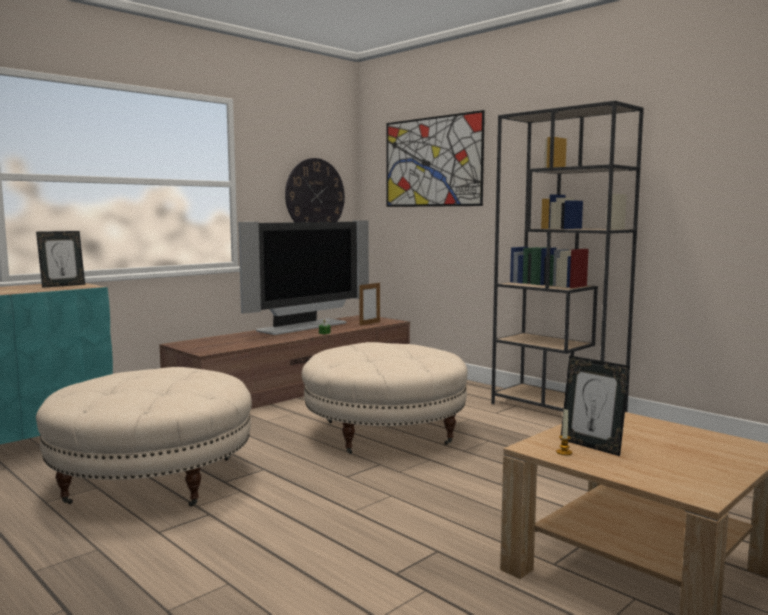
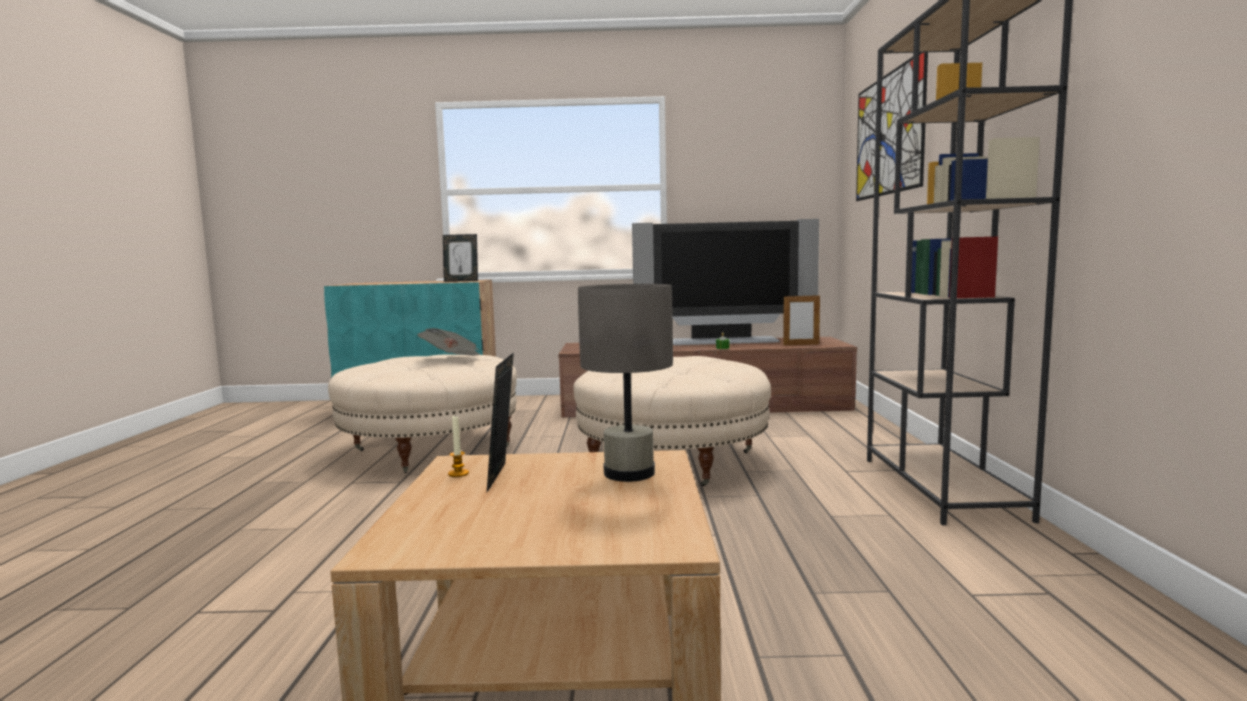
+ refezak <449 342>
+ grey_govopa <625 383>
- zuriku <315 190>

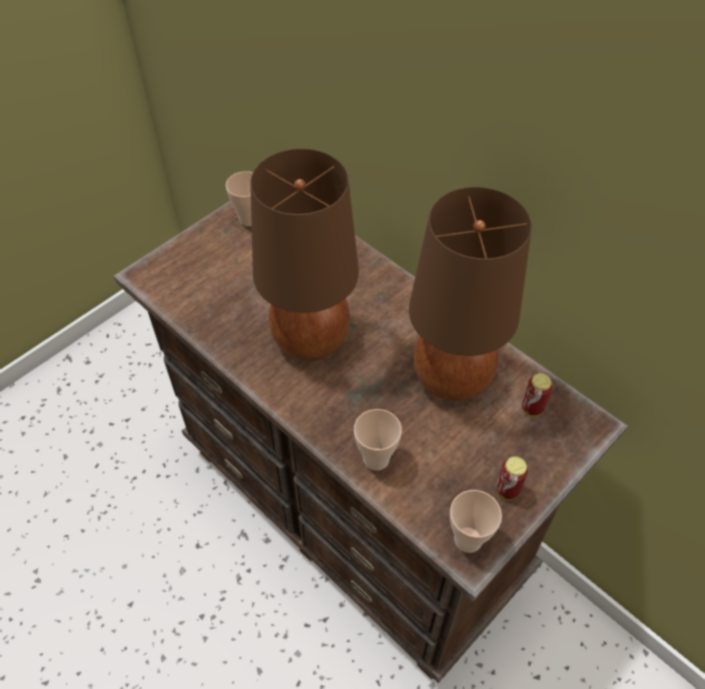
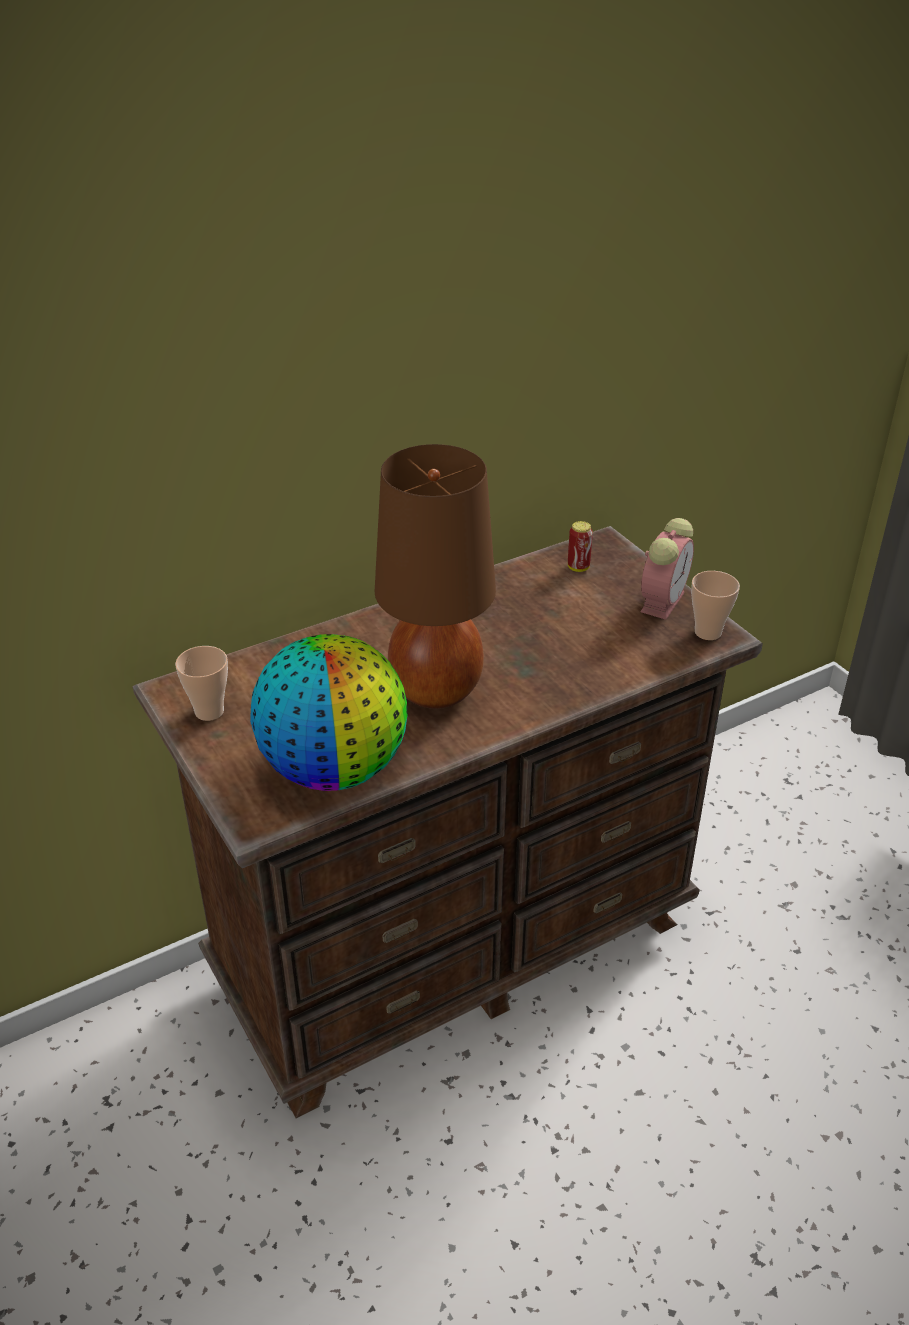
+ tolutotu <328 712>
~ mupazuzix <512 478> to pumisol <667 569>
- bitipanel <378 440>
- brown_govopa <470 294>

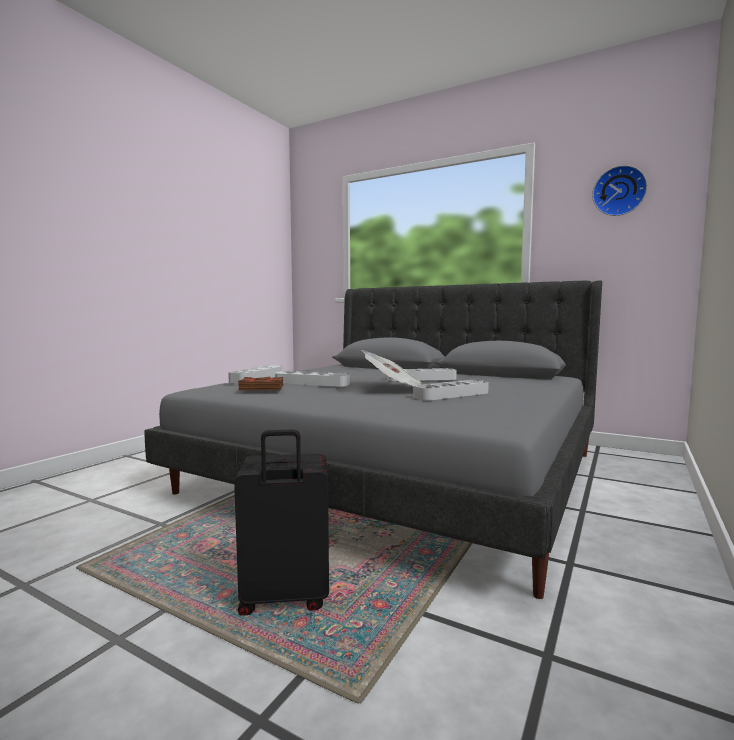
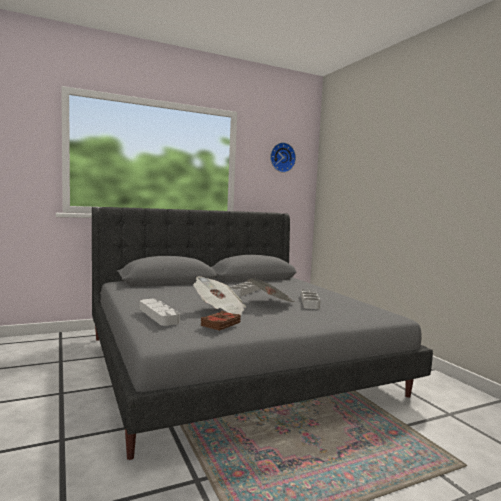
~ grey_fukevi <312 379> to refezak <219 295>
- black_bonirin <281 522>

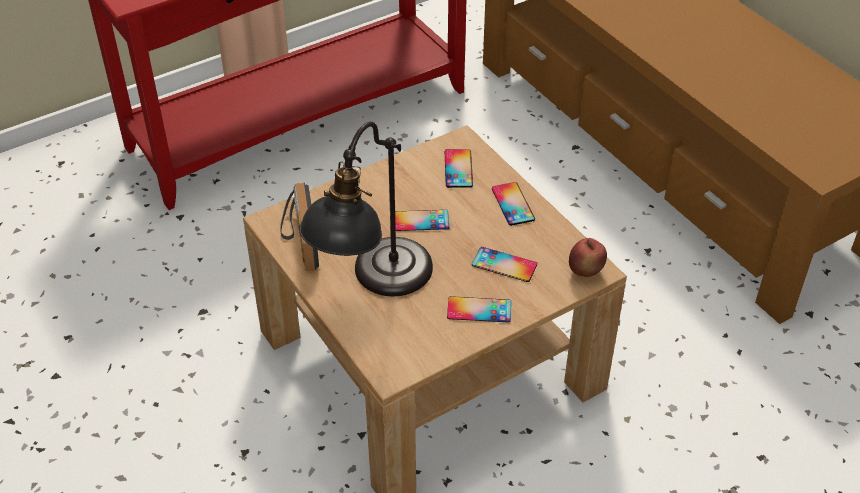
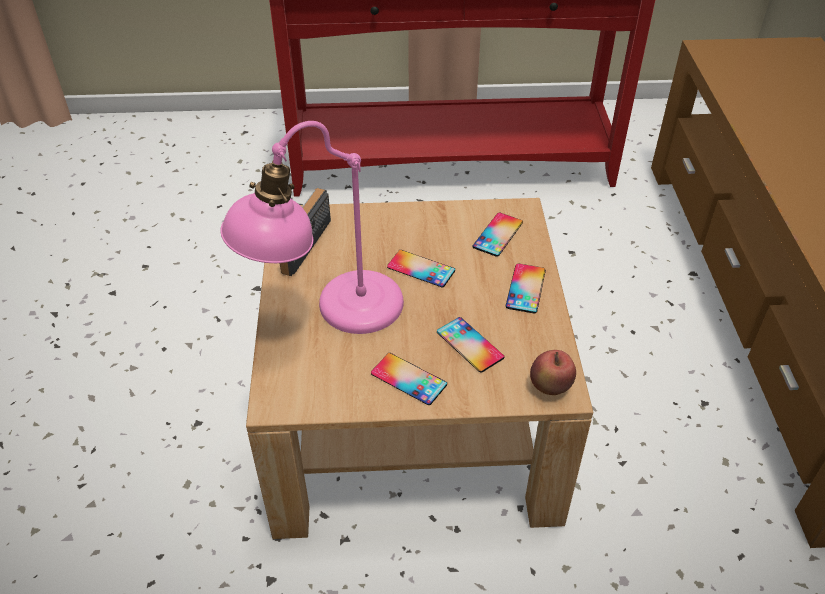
~ grey_govopa <366 209> to pink_govopa <312 227>

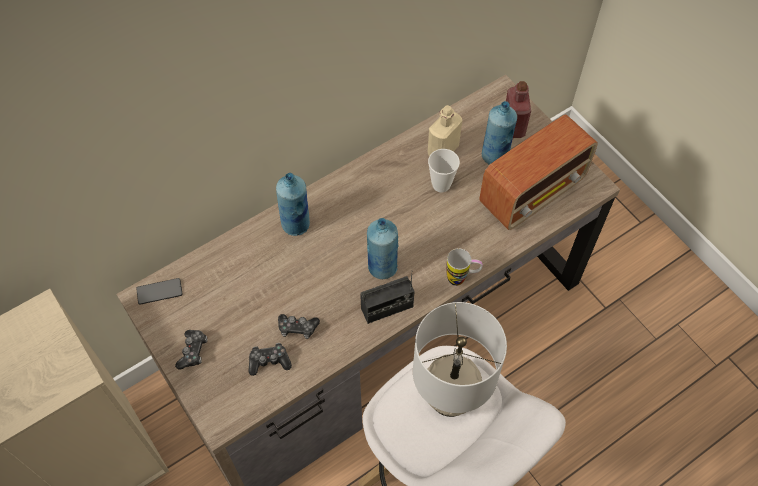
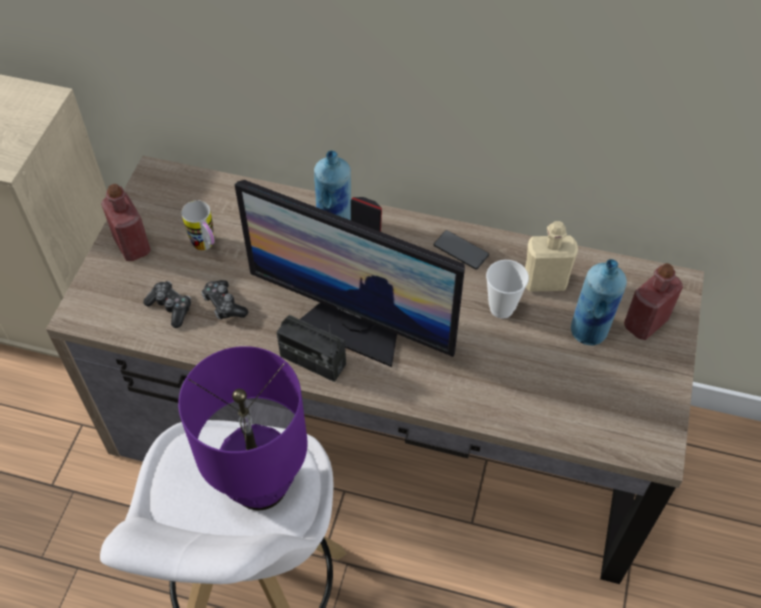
~ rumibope <191 350> to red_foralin <126 222>
~ white_govopa <460 359> to purple_govopa <243 428>
~ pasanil <464 267> to <198 225>
~ blue_foralin <383 248> to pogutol <350 273>
~ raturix <159 291> to <461 250>
- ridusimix <538 172>

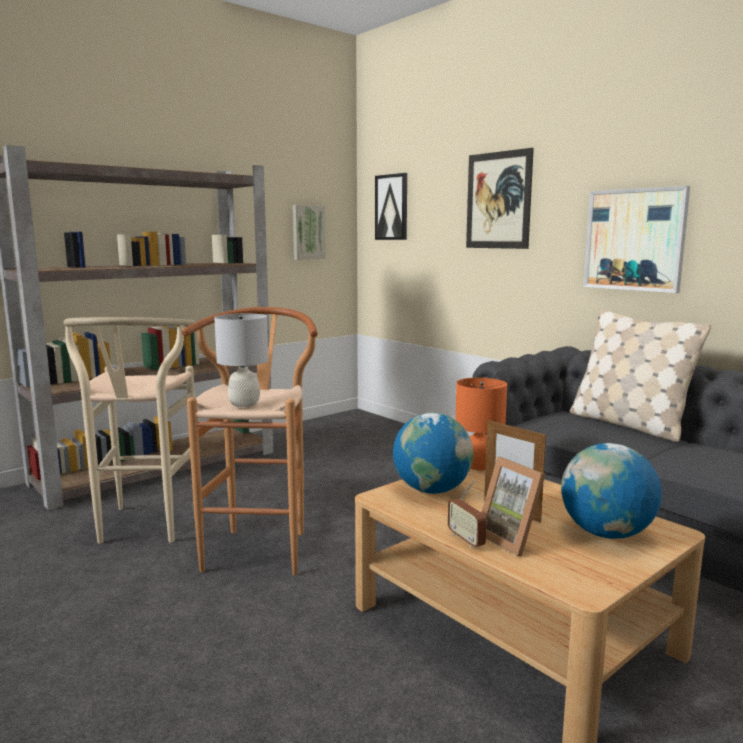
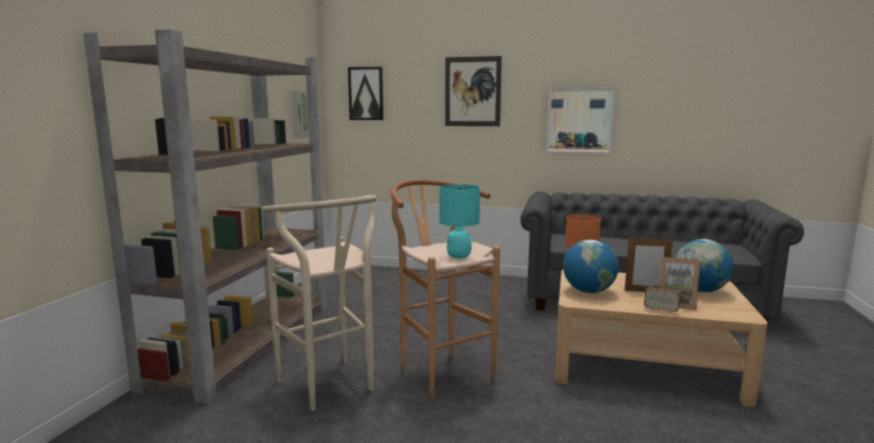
~ grey_govopa <241 360> to turquoise_govopa <459 221>
- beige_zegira <640 376>

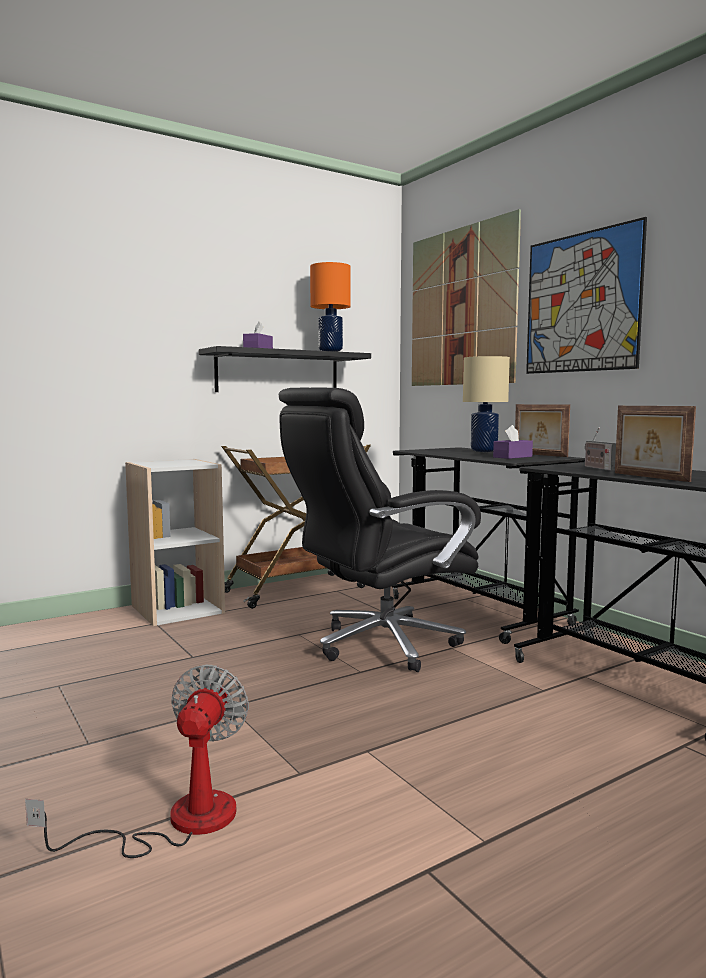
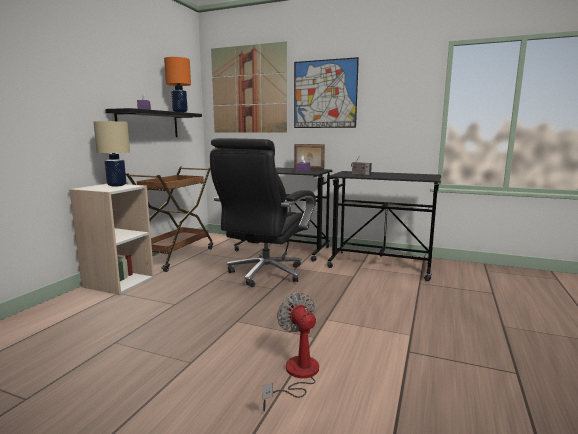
~ beige_govopa <486 404> to <111 154>
- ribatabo <655 444>

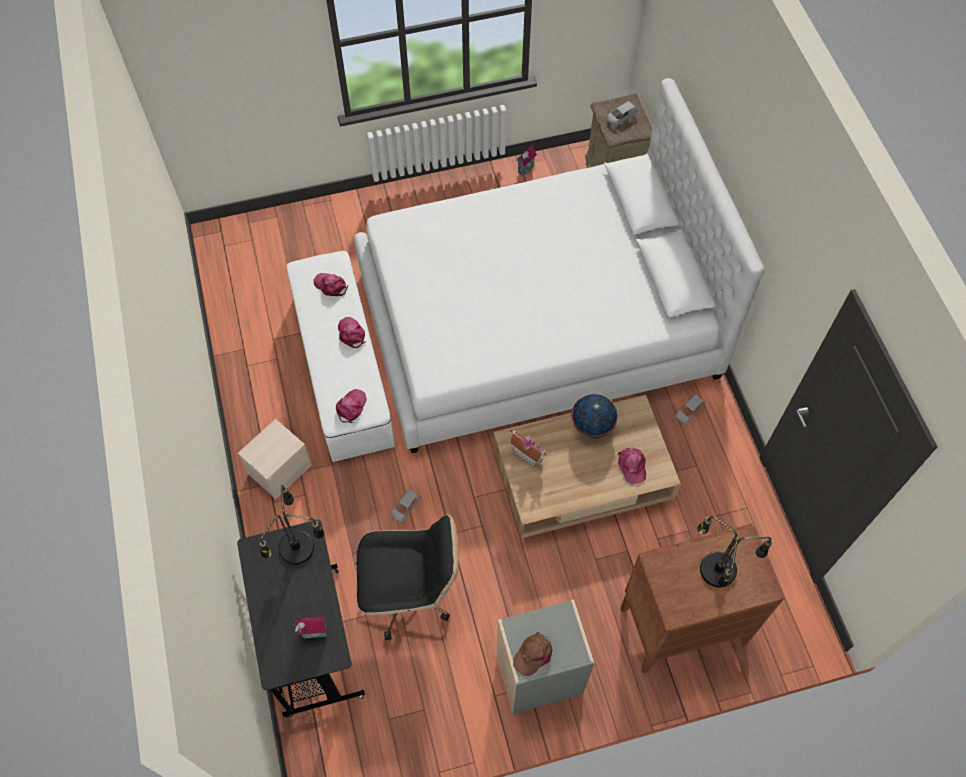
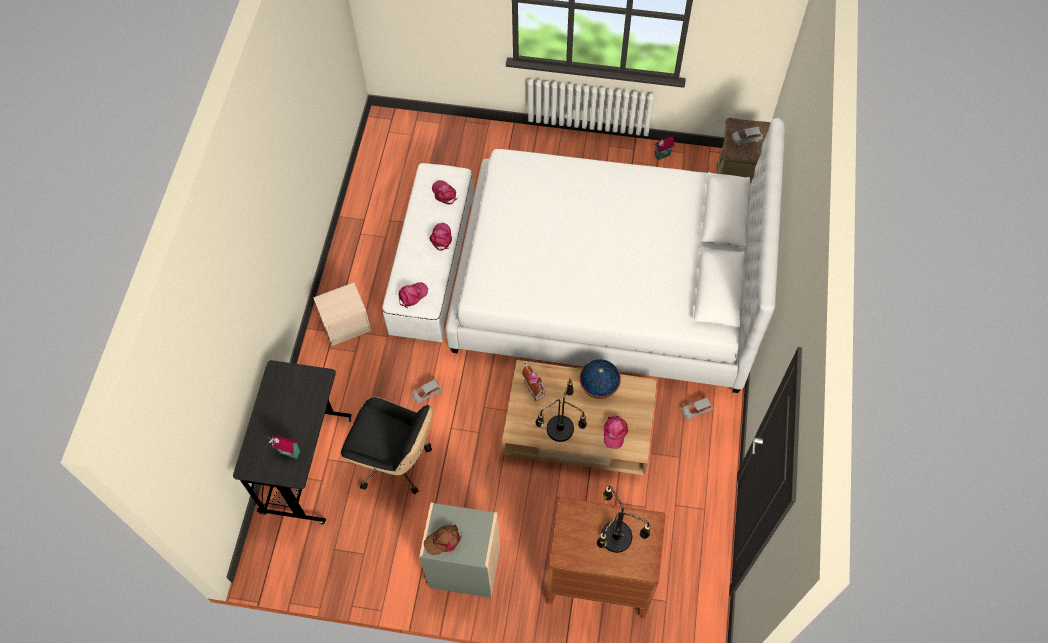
~ govopa <291 525> to <561 410>

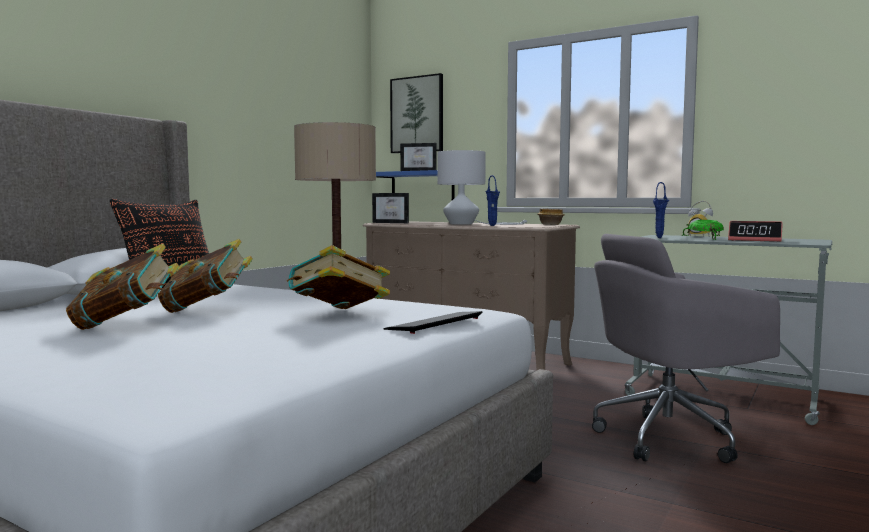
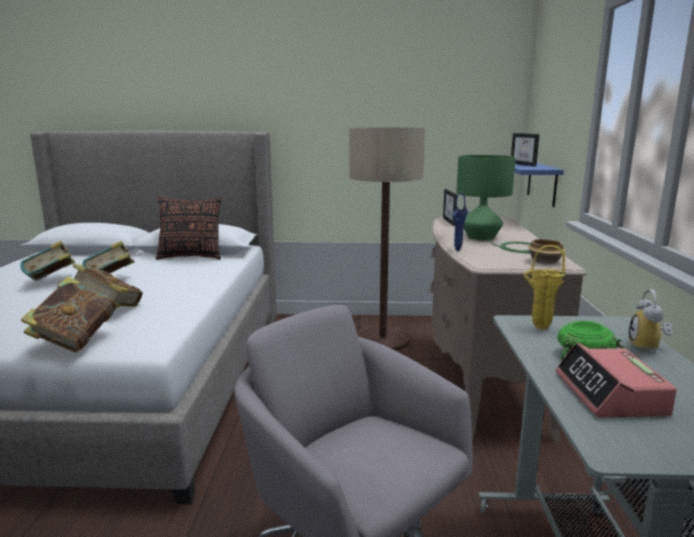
~ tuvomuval <433 322> to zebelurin <68 314>
~ white_govopa <482 187> to green_govopa <493 204>
~ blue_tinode <661 210> to yellow_tinode <544 287>
- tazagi <416 113>

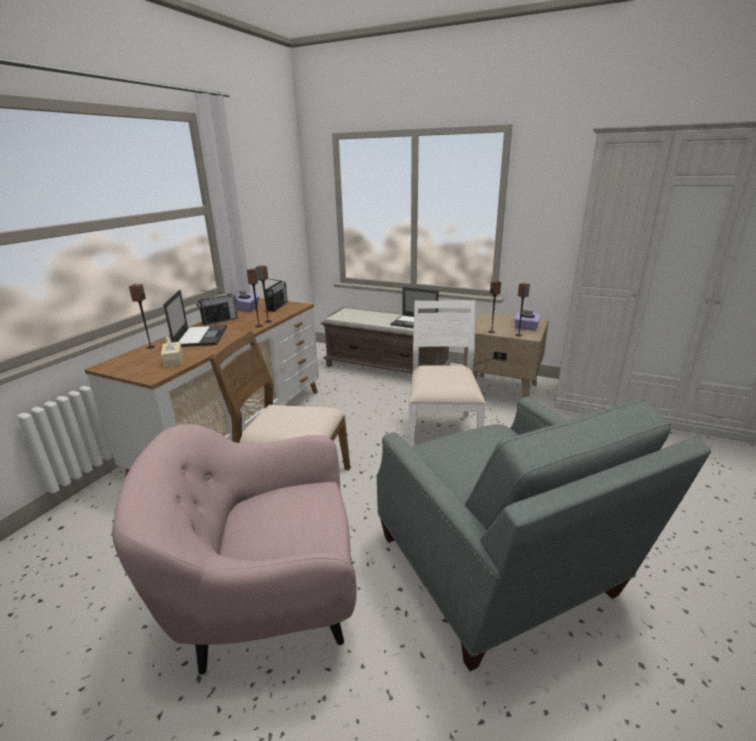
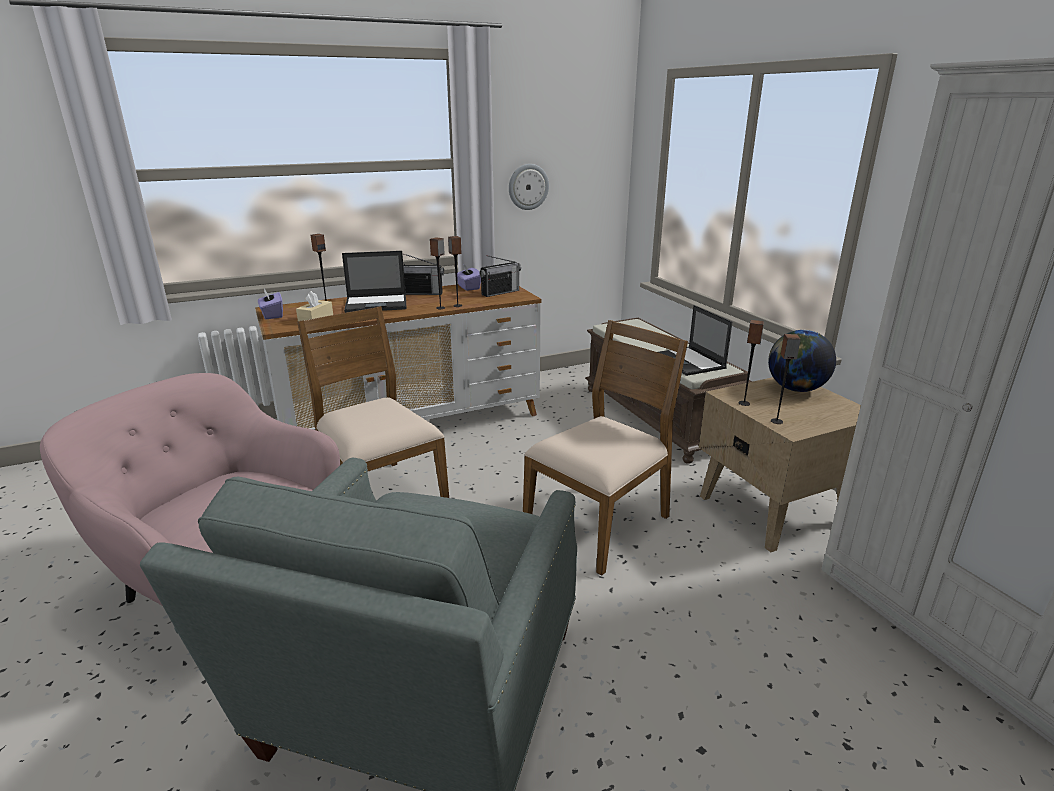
~ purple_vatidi <527 320> to <270 303>
~ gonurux <195 318> = <374 282> 45 degrees clockwise
+ zuriku <529 187>
~ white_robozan <447 373> to brown_robozan <605 448>
+ tolutotu <802 361>

